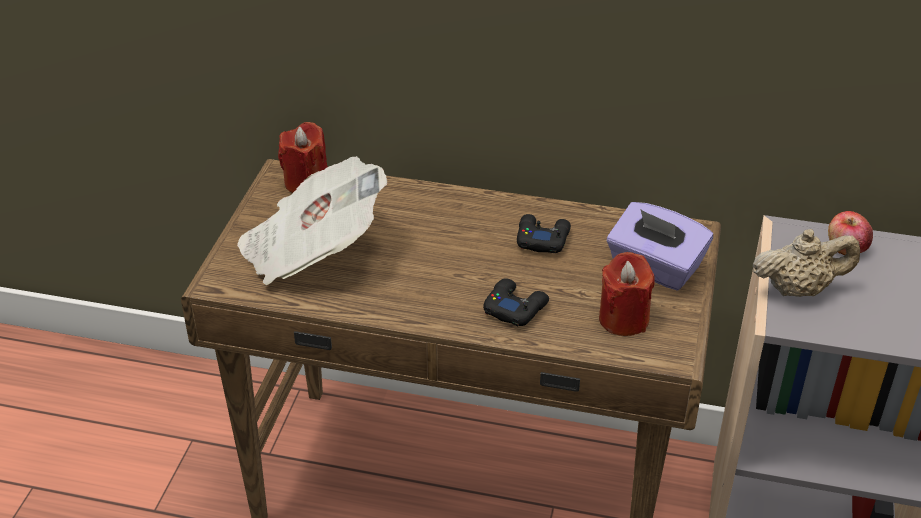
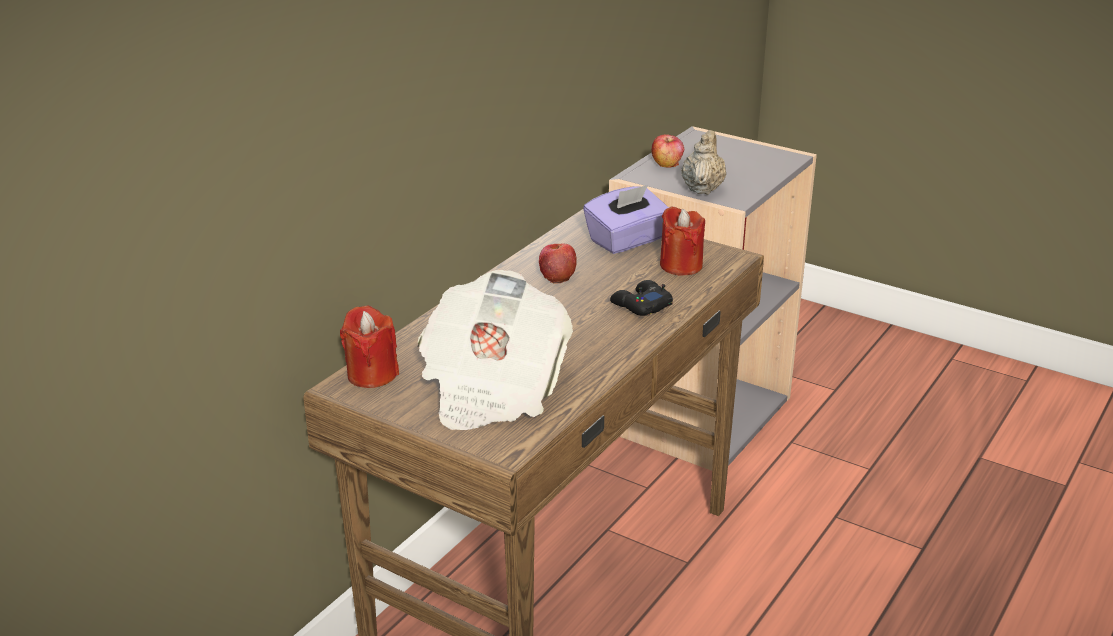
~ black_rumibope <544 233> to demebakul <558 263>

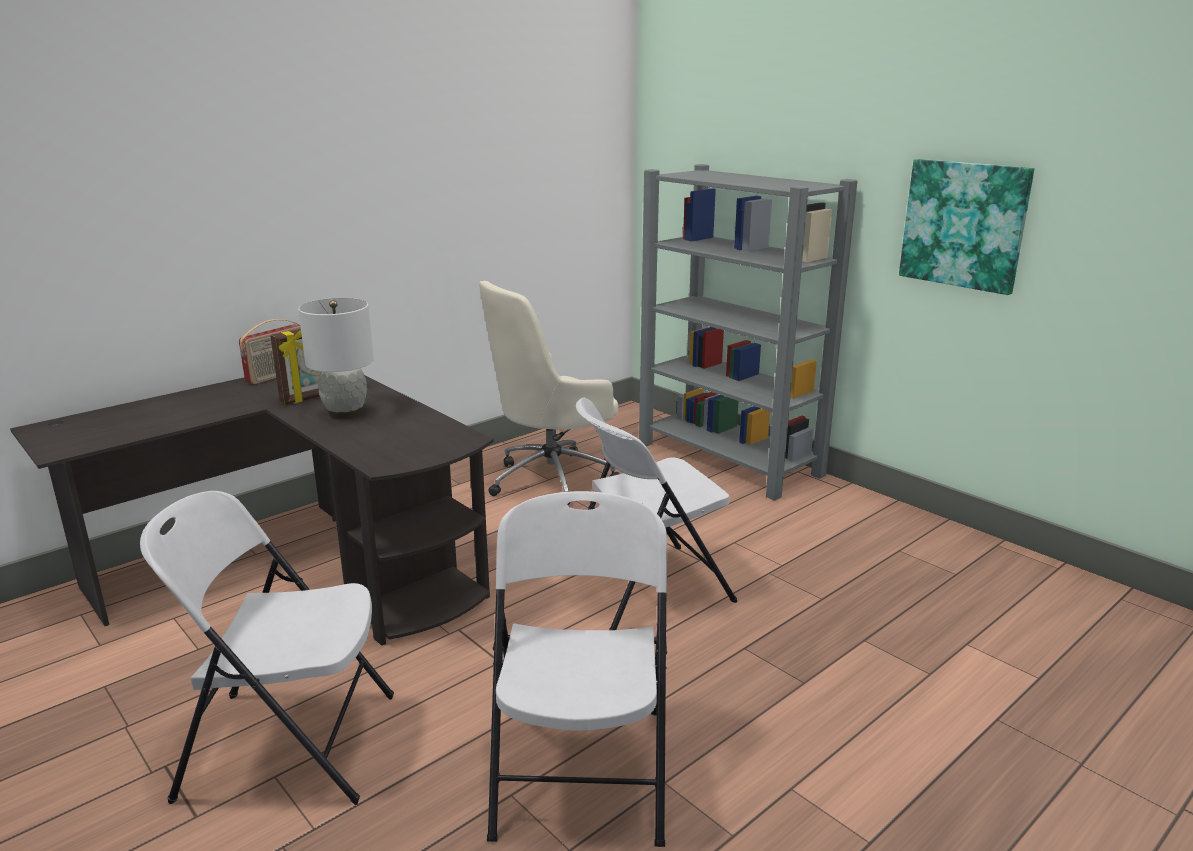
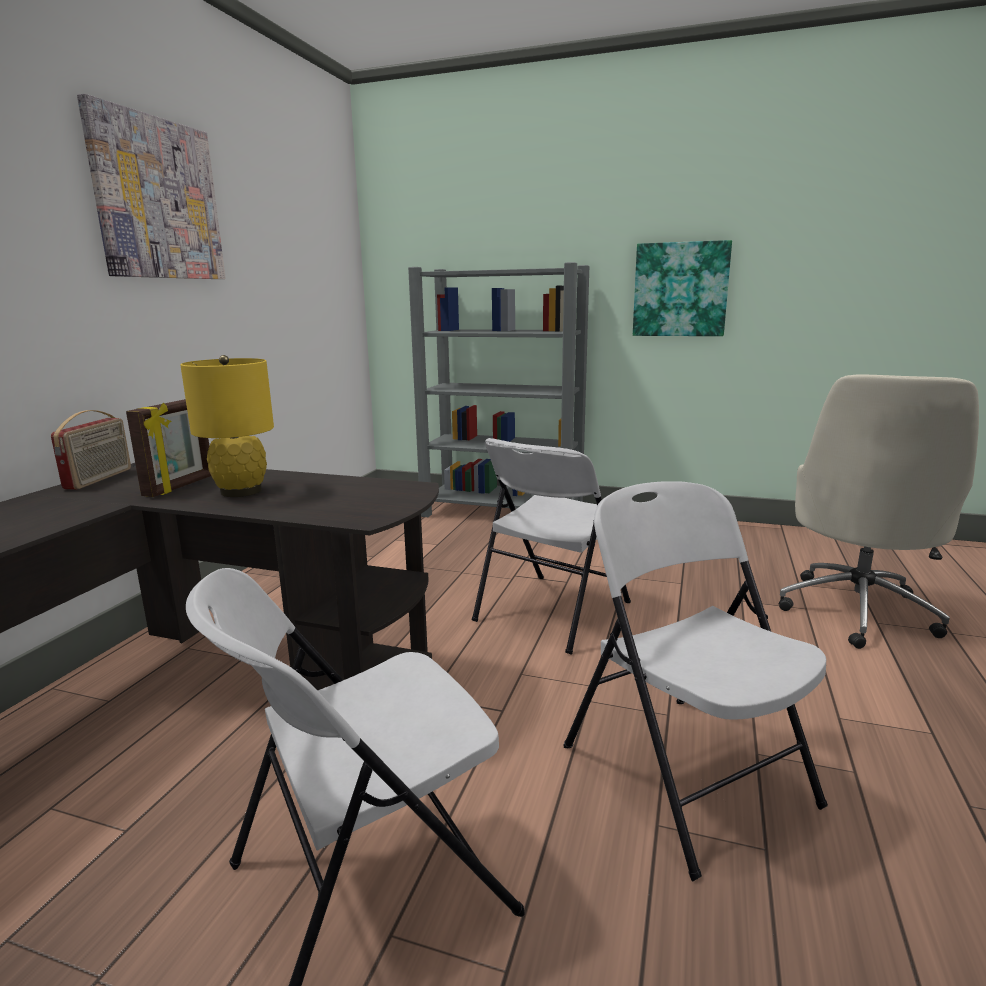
+ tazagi <151 186>
~ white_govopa <336 358> to yellow_govopa <227 426>
~ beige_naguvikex <549 393> to <879 511>

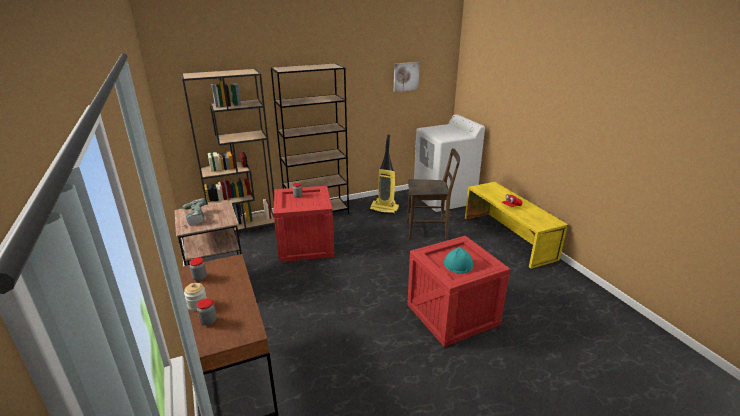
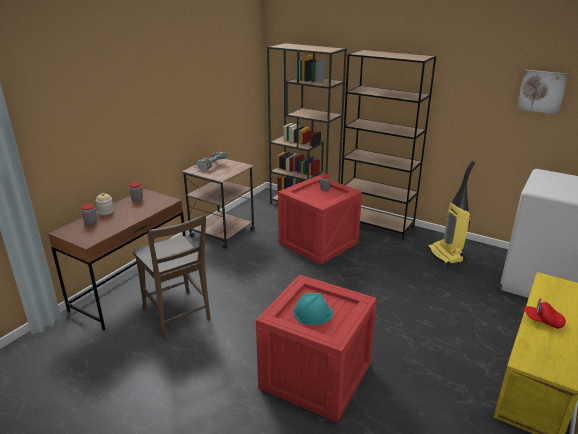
~ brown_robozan <433 193> to <172 277>

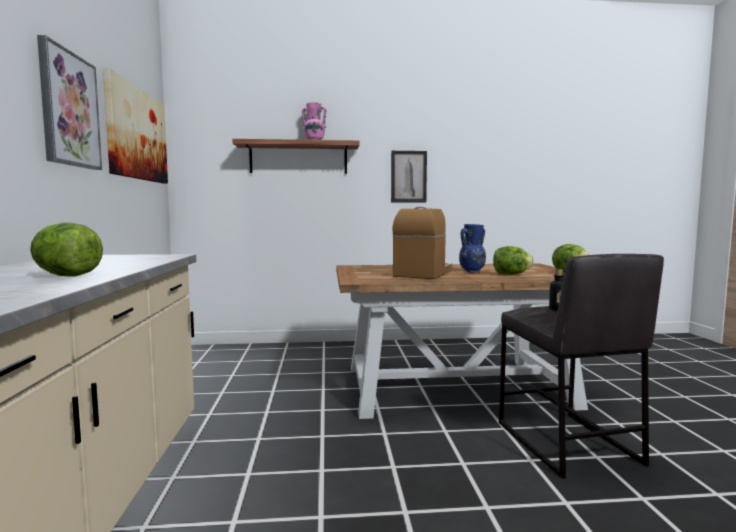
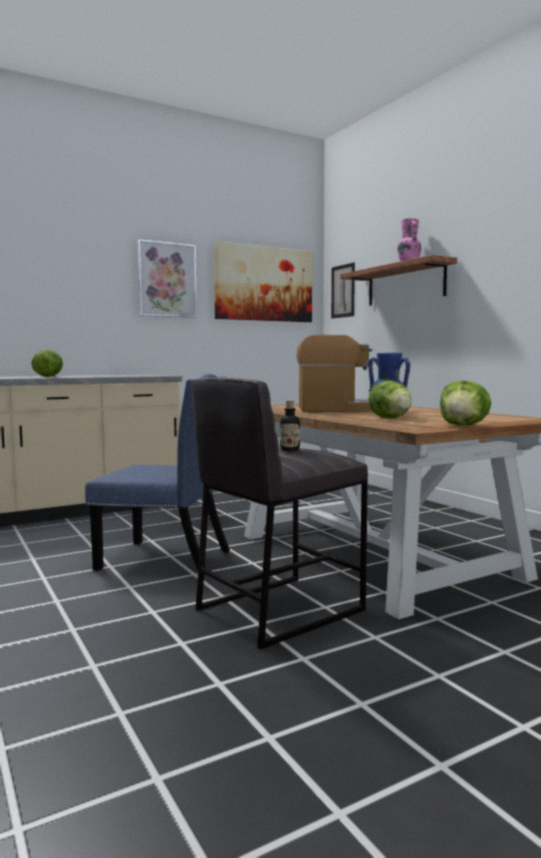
+ blue_robozan <157 474>
~ tazagi <409 176> to <343 290>

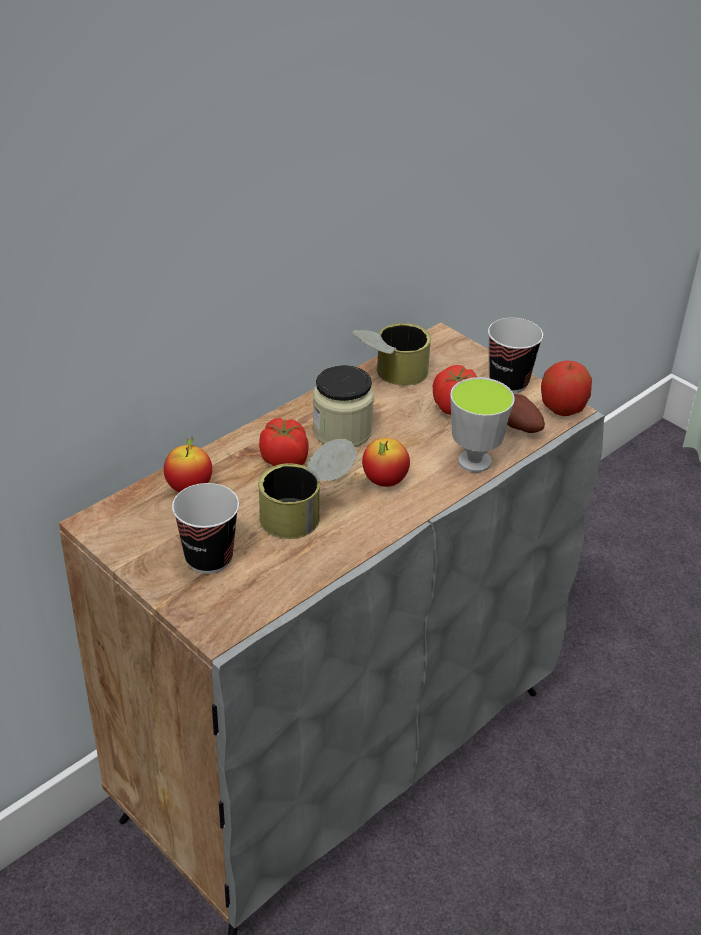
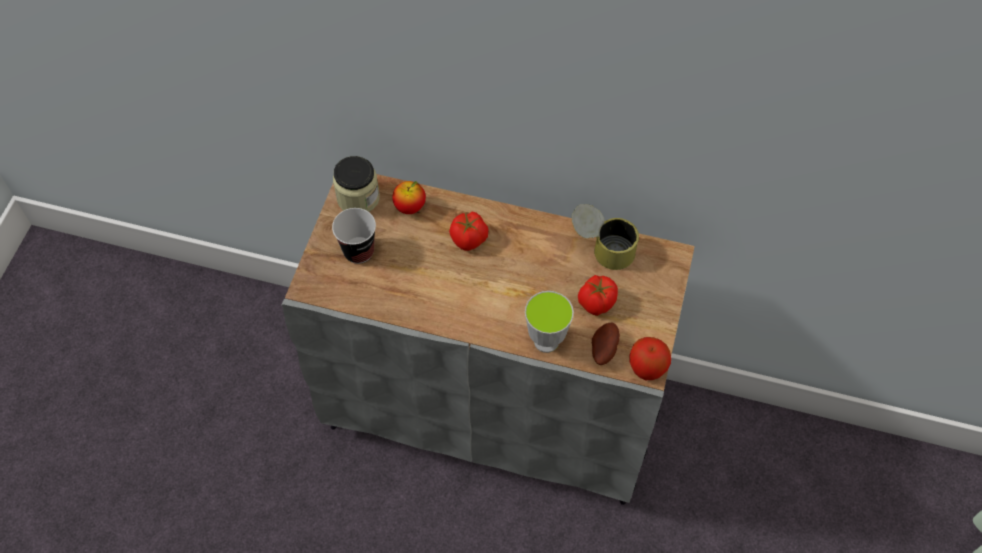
~ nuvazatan <343 406> to <356 184>
- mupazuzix <307 489>
- demebakul <386 462>
- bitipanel <515 355>

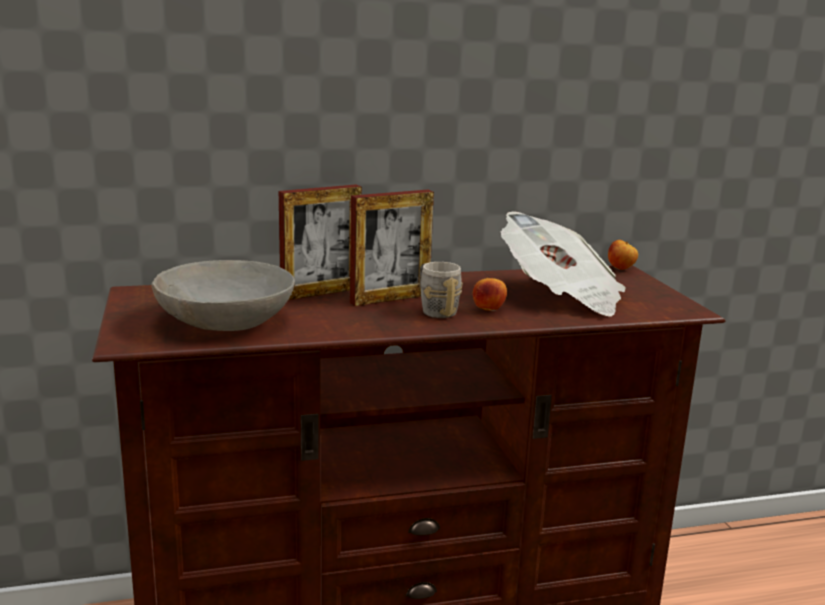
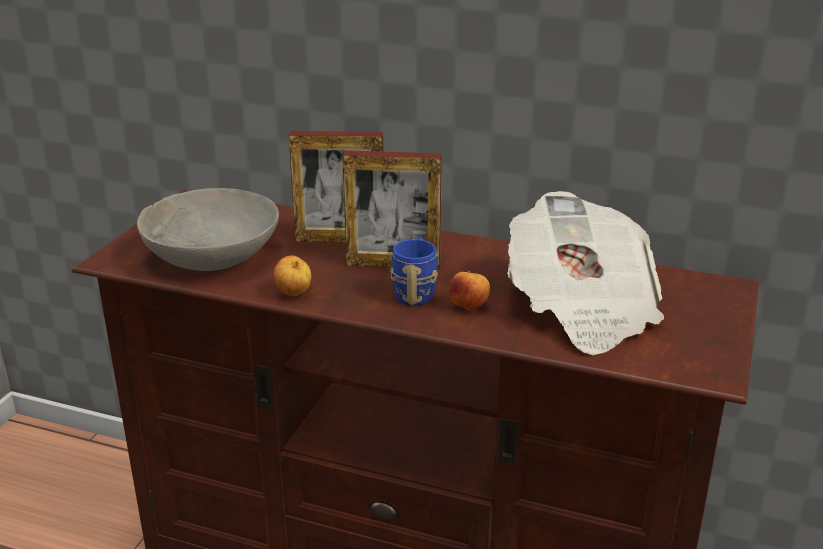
~ demebakul <623 255> to <292 275>
~ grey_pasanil <441 290> to blue_pasanil <414 271>

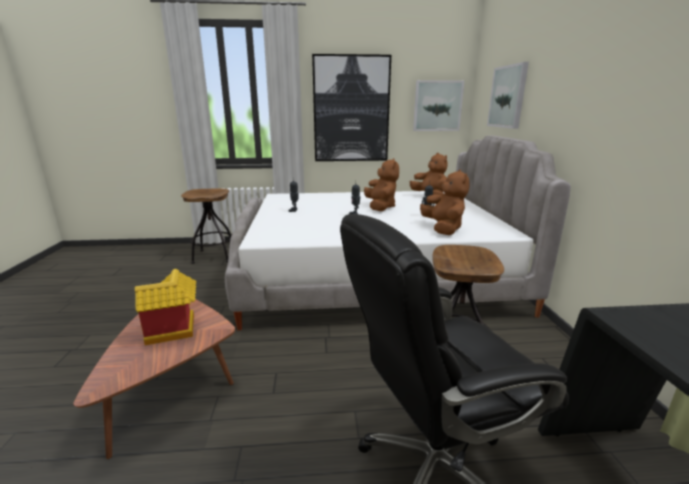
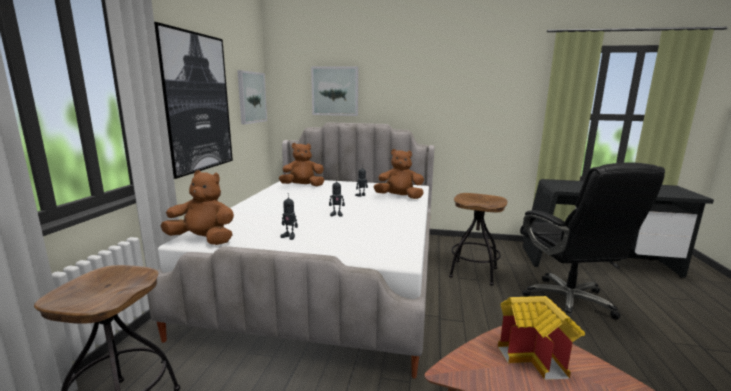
~ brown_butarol <381 184> to <197 207>

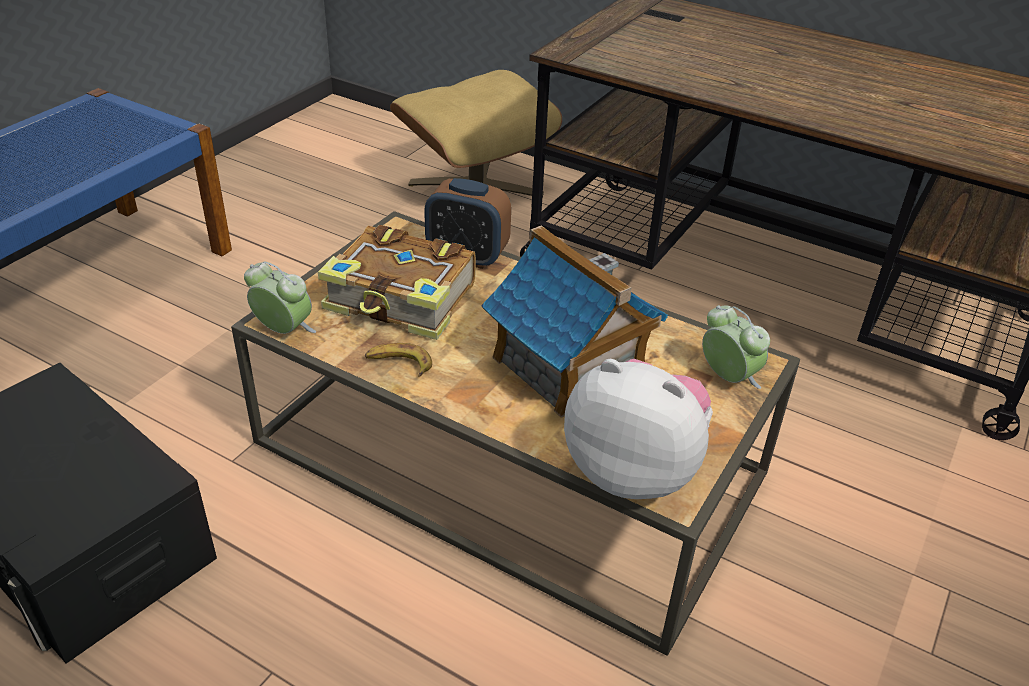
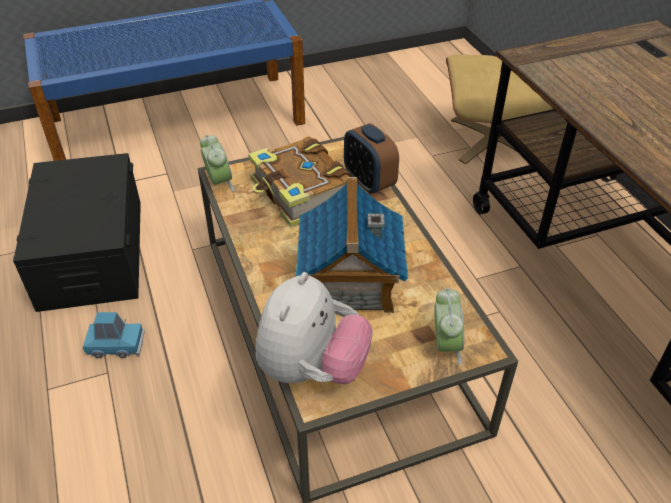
+ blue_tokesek <114 335>
~ butarol <638 429> = <314 328> 45 degrees clockwise
- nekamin <398 360>

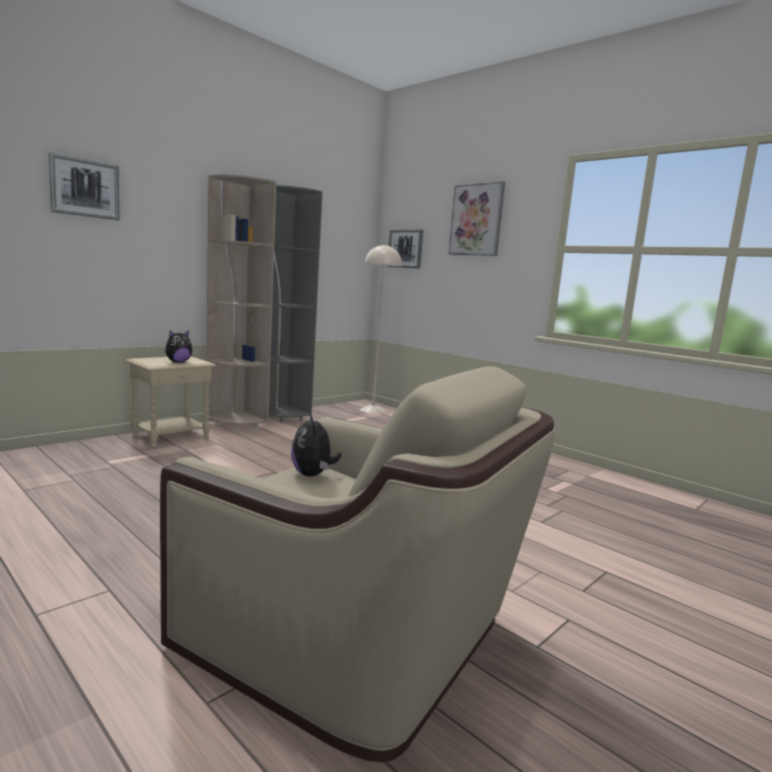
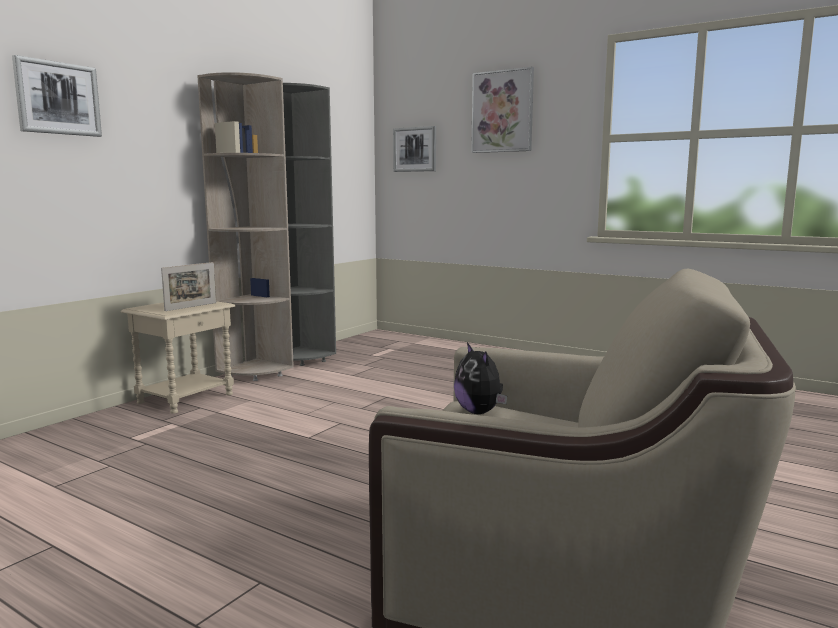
~ butarol <178 346> to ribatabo <188 286>
- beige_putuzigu <381 329>

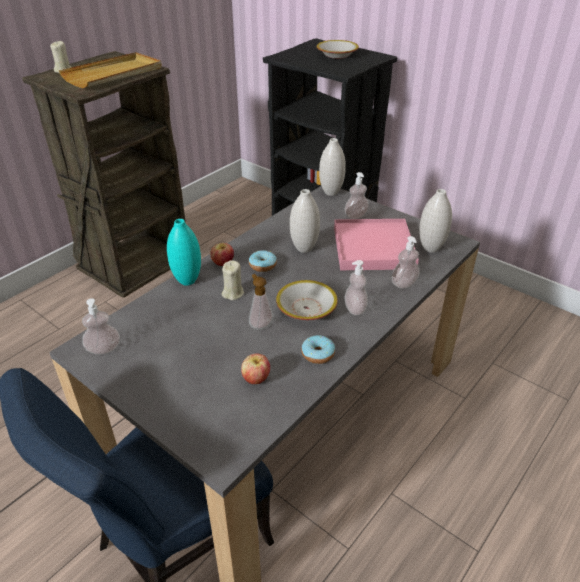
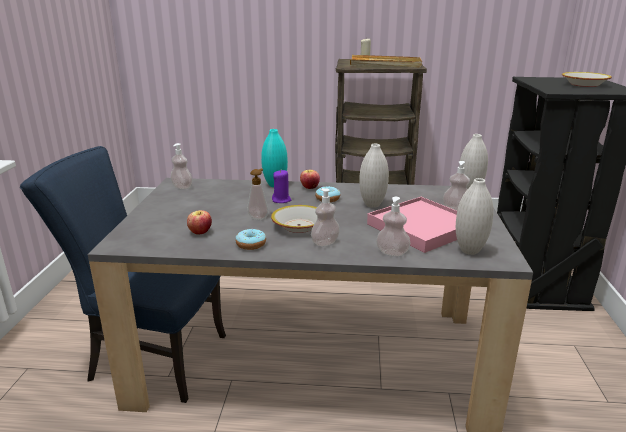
~ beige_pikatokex <233 280> to purple_pikatokex <282 186>

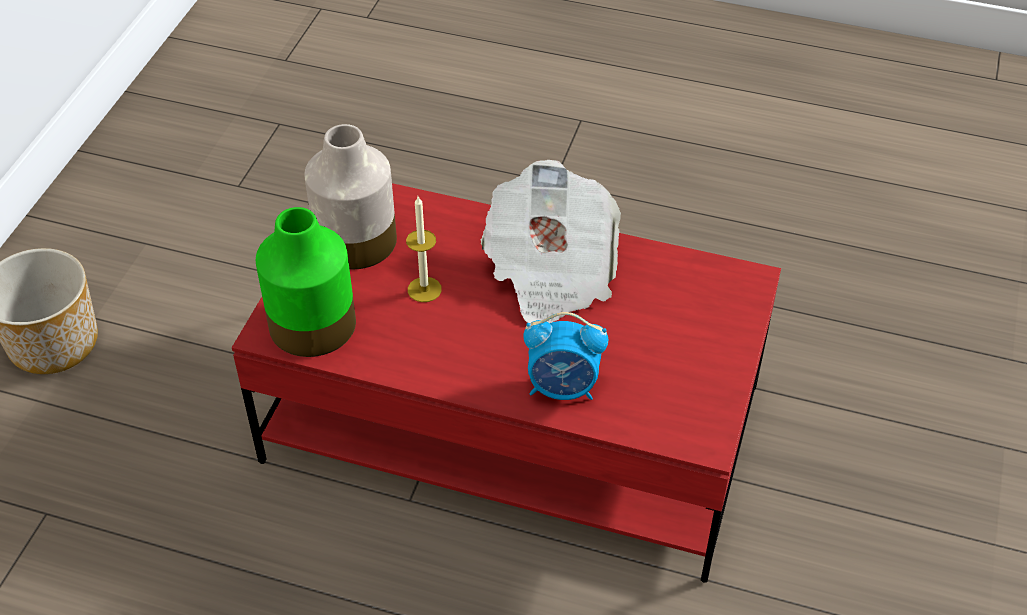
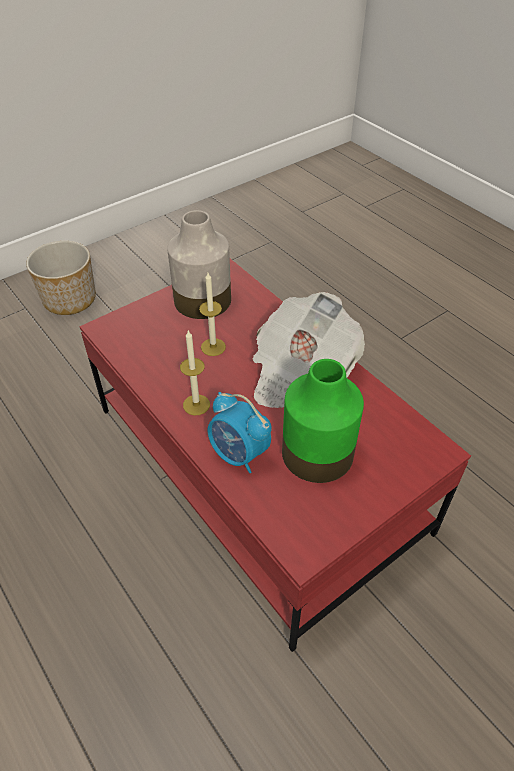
+ pikatokex <195 373>
~ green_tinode <306 282> to <323 421>

